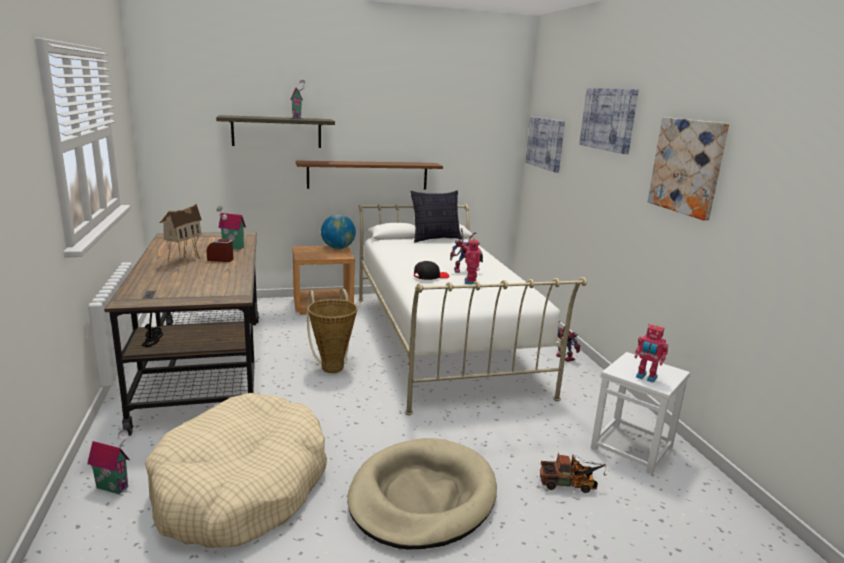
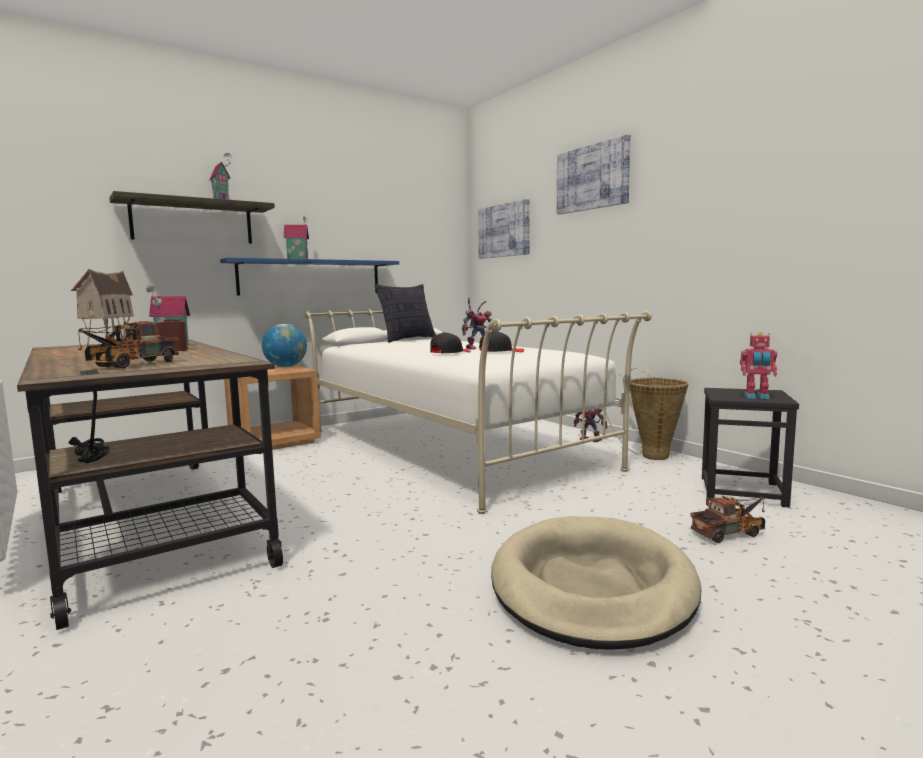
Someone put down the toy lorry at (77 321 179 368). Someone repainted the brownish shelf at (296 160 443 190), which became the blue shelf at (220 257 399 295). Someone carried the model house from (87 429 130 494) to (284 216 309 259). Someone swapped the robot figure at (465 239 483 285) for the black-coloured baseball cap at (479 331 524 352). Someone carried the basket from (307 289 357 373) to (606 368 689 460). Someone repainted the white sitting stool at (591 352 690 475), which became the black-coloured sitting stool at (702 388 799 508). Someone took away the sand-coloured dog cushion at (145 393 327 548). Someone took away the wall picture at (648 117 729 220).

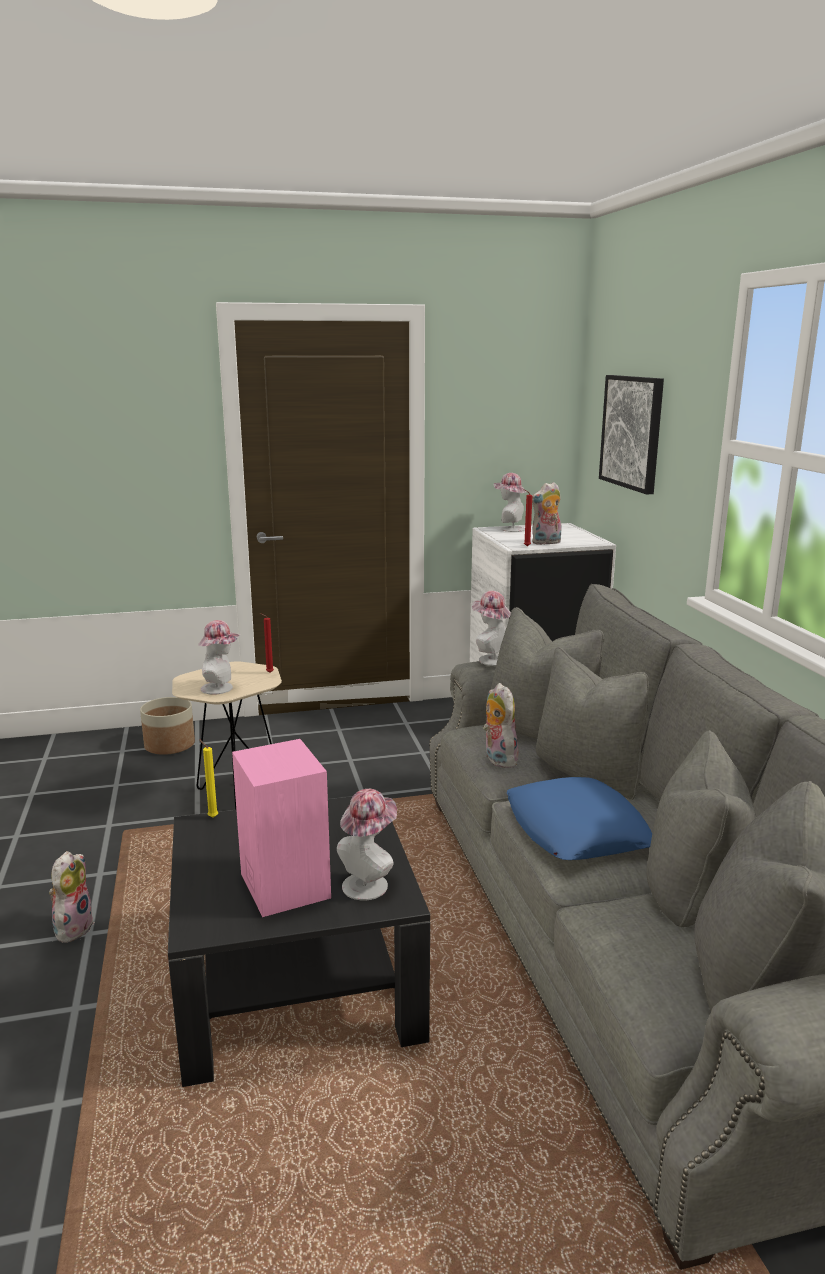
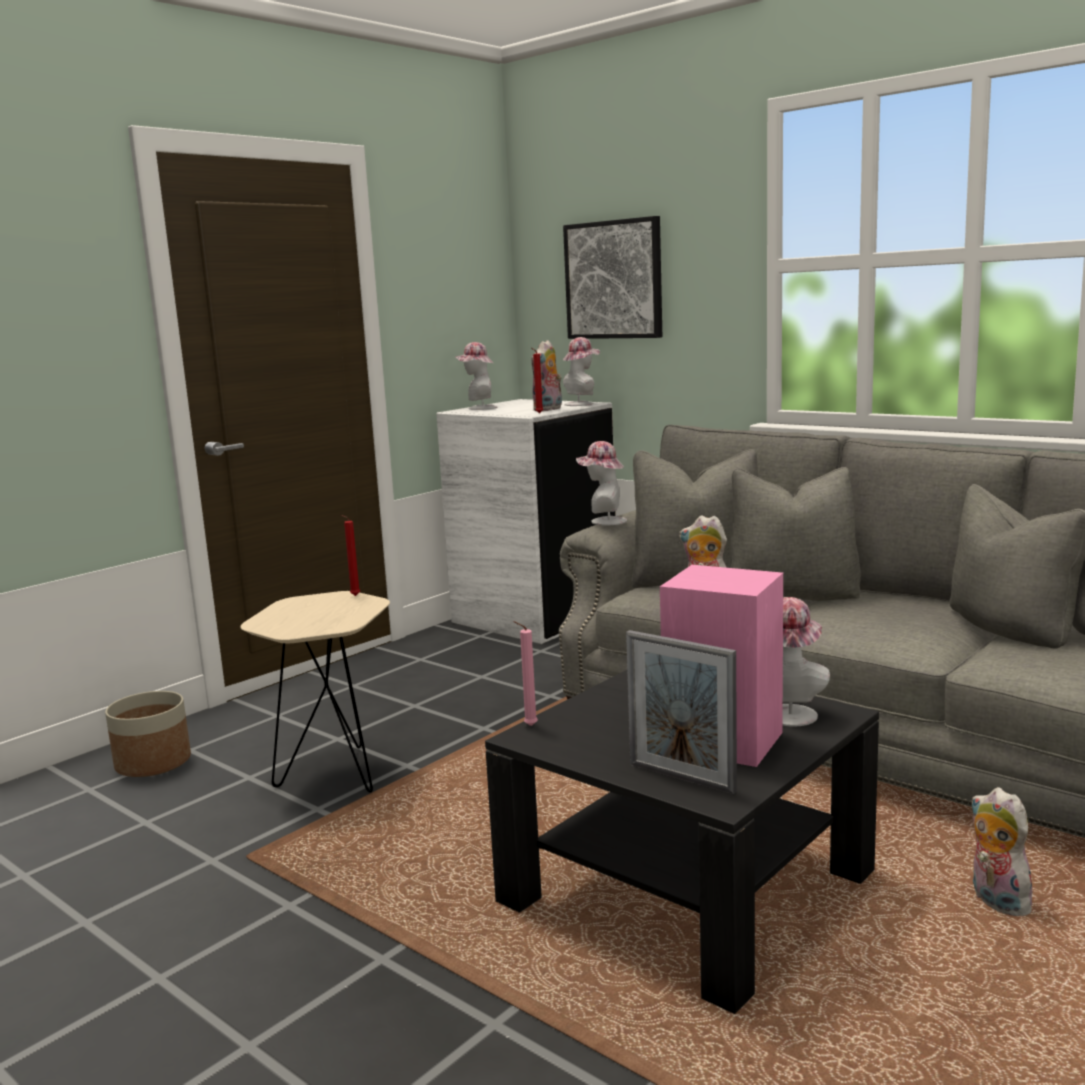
Someone repainted the yellowish wax light at (199 739 218 818), which became the pinkish wax light at (514 621 538 726). Someone carried the hat from (198 620 240 695) to (563 337 600 406). Someone put down the picture frame at (626 630 737 794). Someone carried the cuddly toy from (49 851 95 943) to (971 787 1038 916). Someone took away the blue throw pillow at (507 777 652 860).

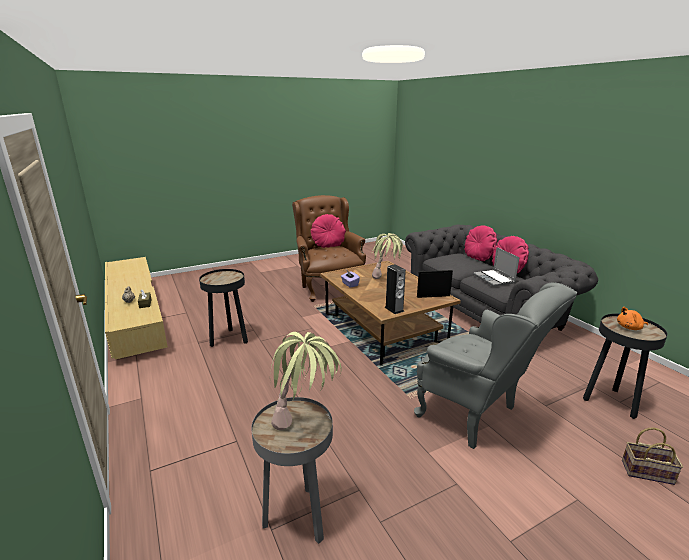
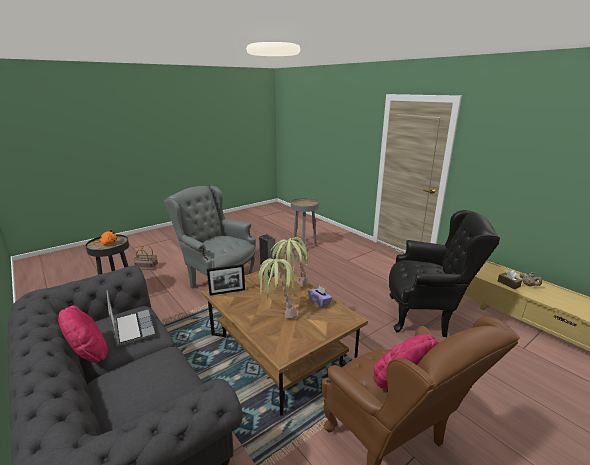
Someone carried the plant in a pot from (270 332 341 430) to (270 237 310 287). Someone swapped the black-coloured end table at (199 269 248 347) for the black-coloured armchair at (389 210 500 337). Someone took away the pinkish throw pillow at (464 225 497 261).

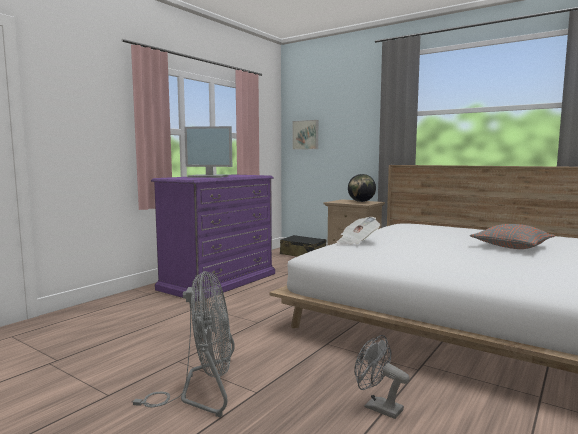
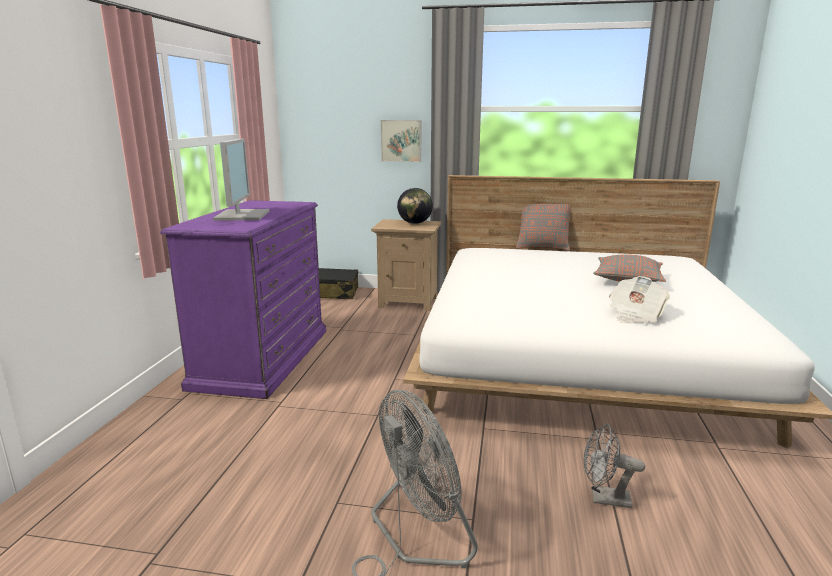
Someone rotated the computer screen at (184 126 232 178) by 75 degrees counterclockwise. Someone carried the wall picture from (292 120 318 150) to (381 120 421 162). Someone put down the grey throw pillow at (516 204 571 251). Someone carried the printed paper from (336 217 380 244) to (609 276 670 324).

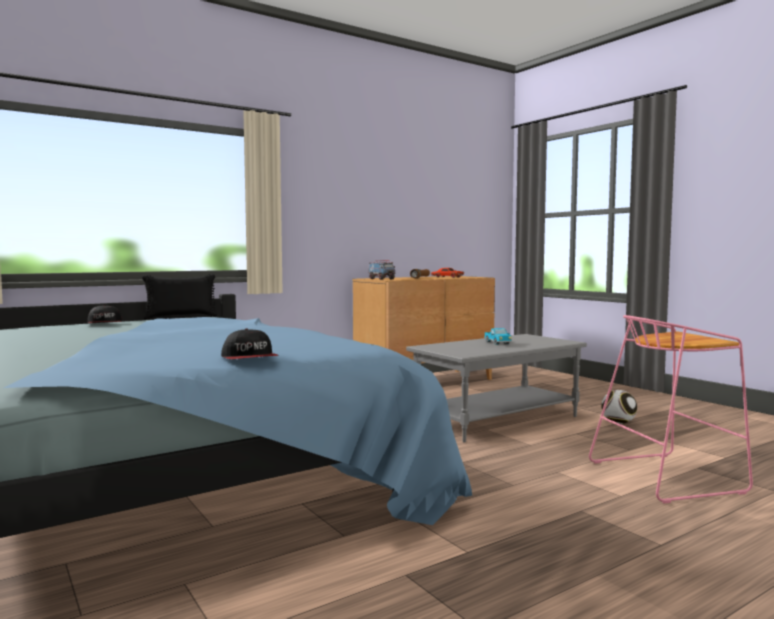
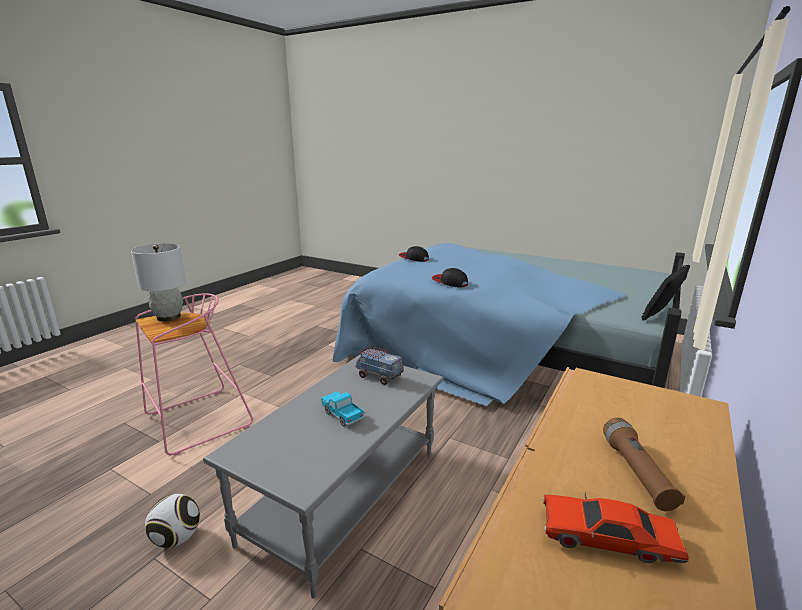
Someone put down the white table lamp at (131 244 186 322). Someone carried the toy lorry from (368 261 396 280) to (355 345 404 385). Someone carried the baseball cap from (87 305 122 323) to (432 268 468 288).

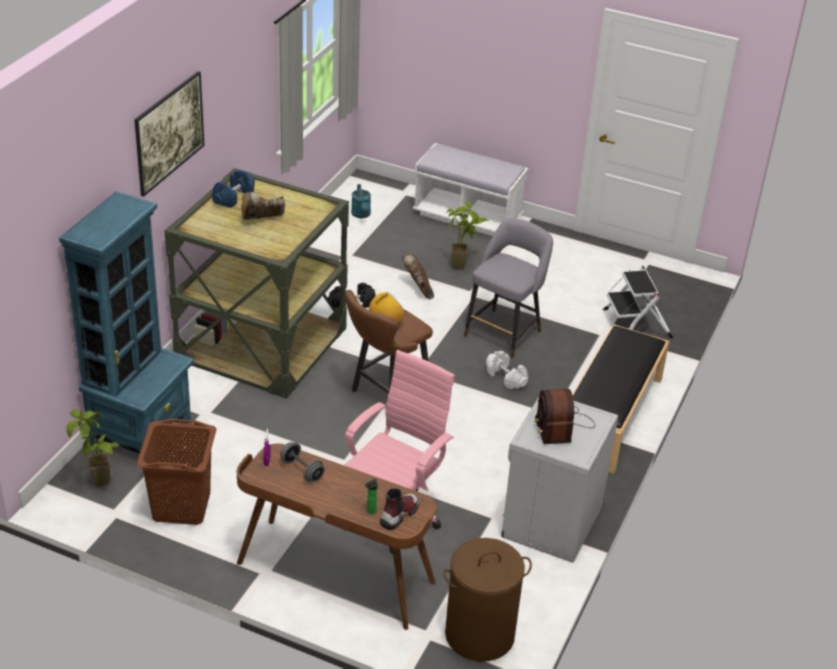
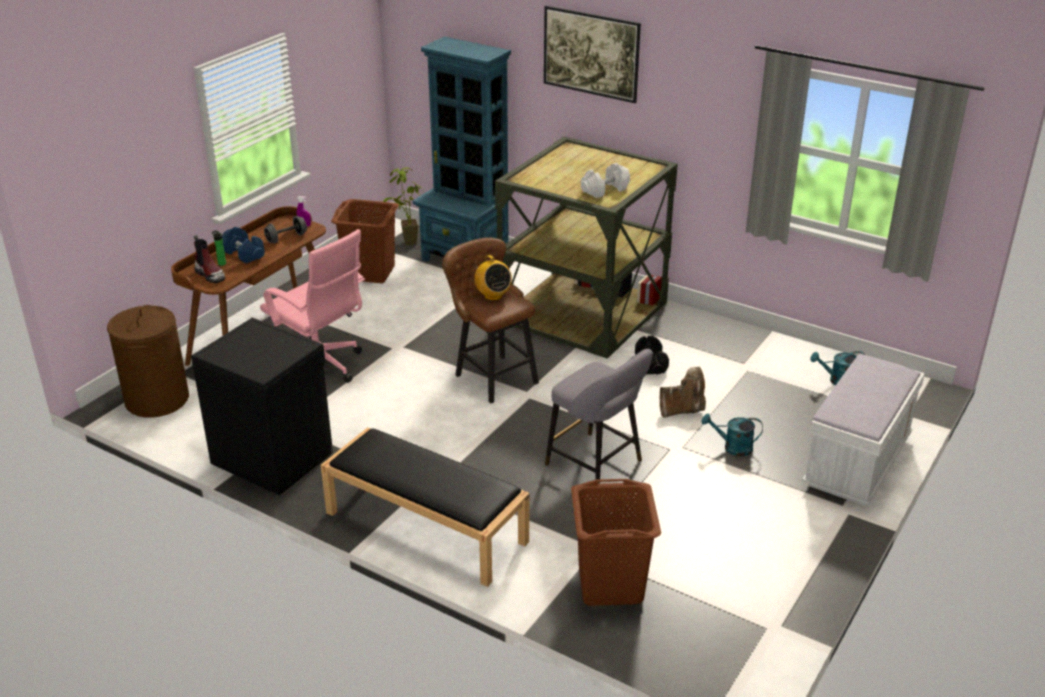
Someone repainted the white washing machine at (501 397 618 563), which became the black-coloured washing machine at (191 318 333 495). Someone carried the blue hand weight from (212 170 255 208) to (222 227 265 263). Someone swapped the stepladder at (603 266 674 339) for the brownish washing basket at (571 479 661 606). Someone carried the white hand weight from (486 351 528 389) to (581 163 630 198). Someone swapped the plant in a pot at (447 201 488 270) for the turquoise-coloured watering can at (702 414 763 456). Someone took away the brownish high-top boot at (241 192 285 220). Someone took away the radio at (535 389 595 444).

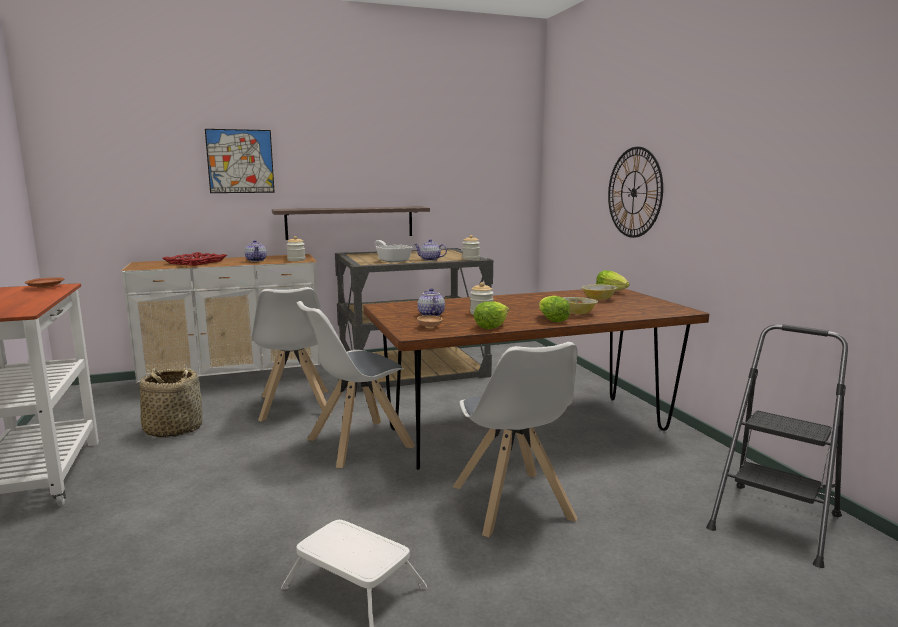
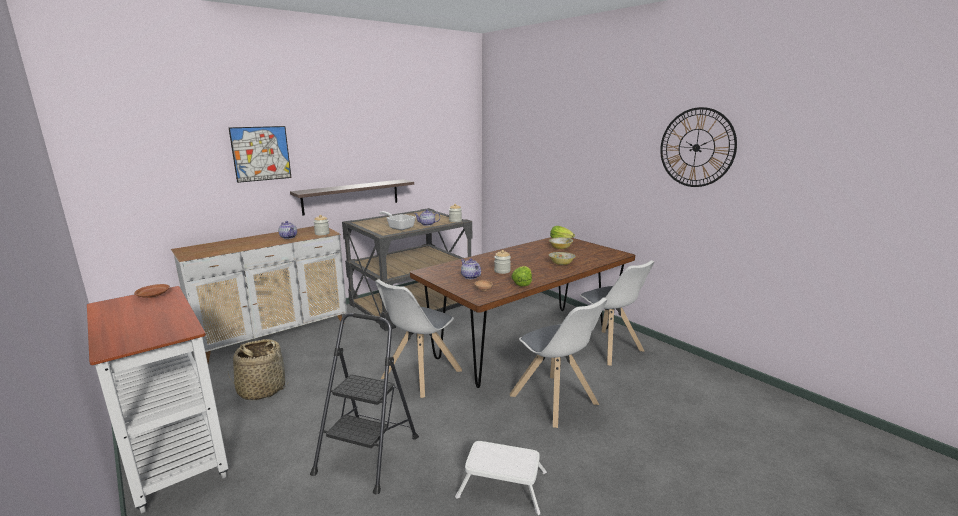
Someone carried the black-coloured stepladder from (706 324 848 568) to (310 313 419 495). Someone carried the upright chair from (251 287 332 422) to (579 260 654 366). Someone carried the clock on the wall from (608 147 663 238) to (660 107 737 187). Someone took away the red-coloured carrying tray at (162 252 227 266). Someone took away the lettuce head at (539 296 570 322).

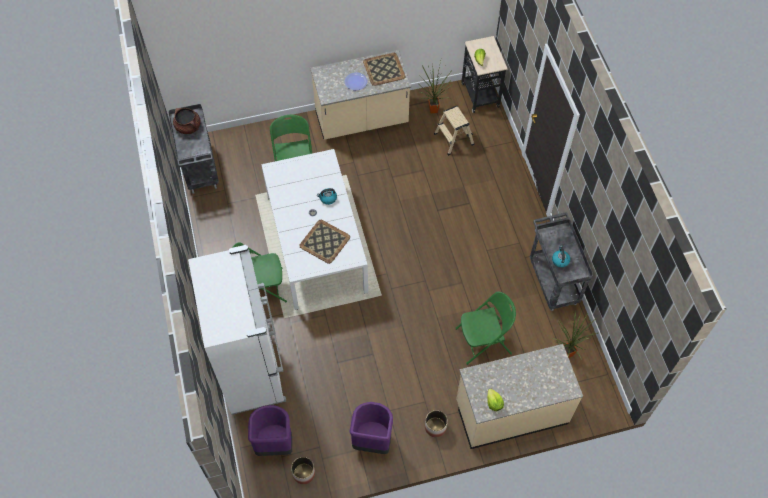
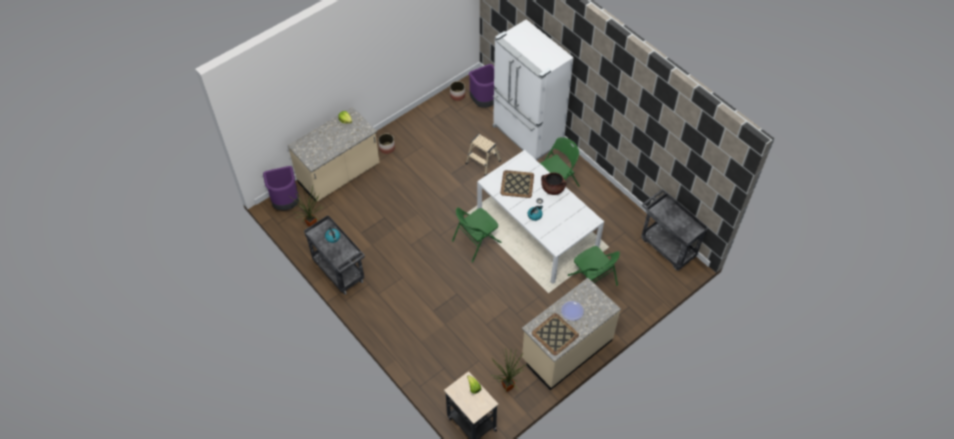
Someone carried the purplish trash can from (349 402 393 454) to (263 166 299 211). Someone carried the green-coloured upright chair from (455 291 516 365) to (452 207 502 263). Someone carried the sand-coloured stepladder from (434 106 475 156) to (465 134 501 176). Someone carried the brownish stockpot from (173 108 200 134) to (541 172 566 195).

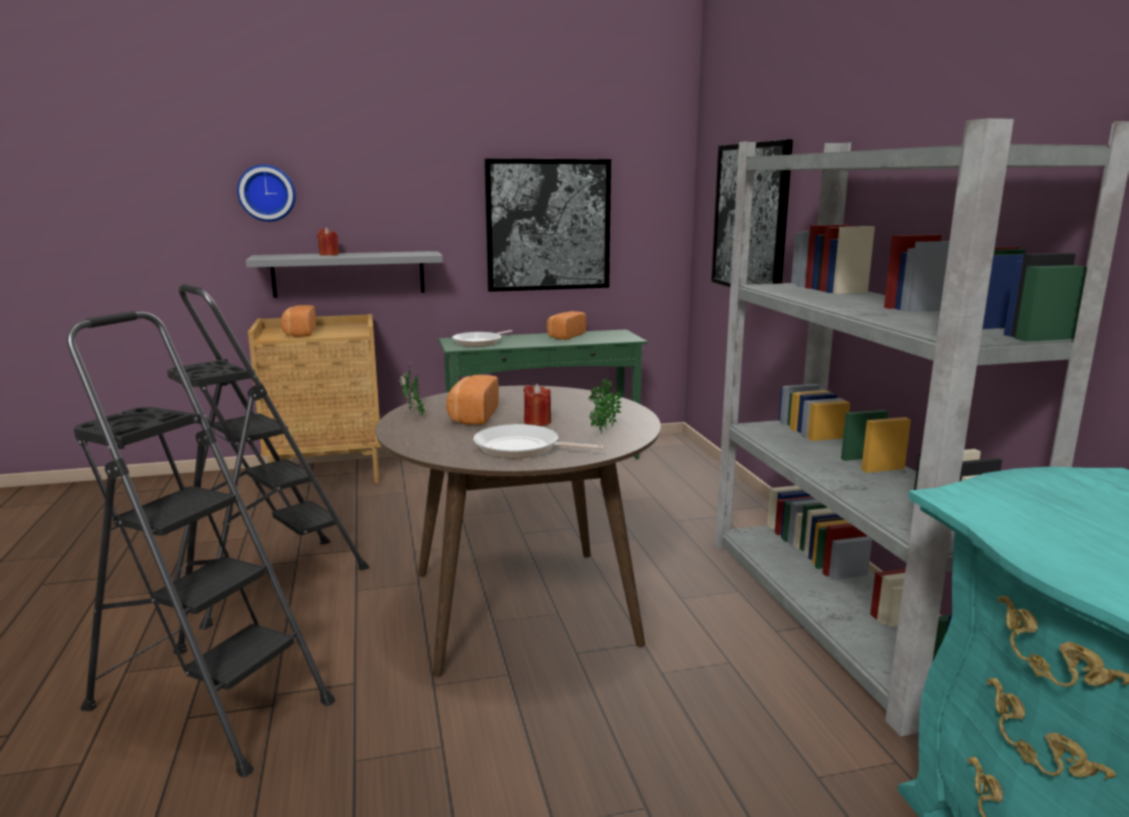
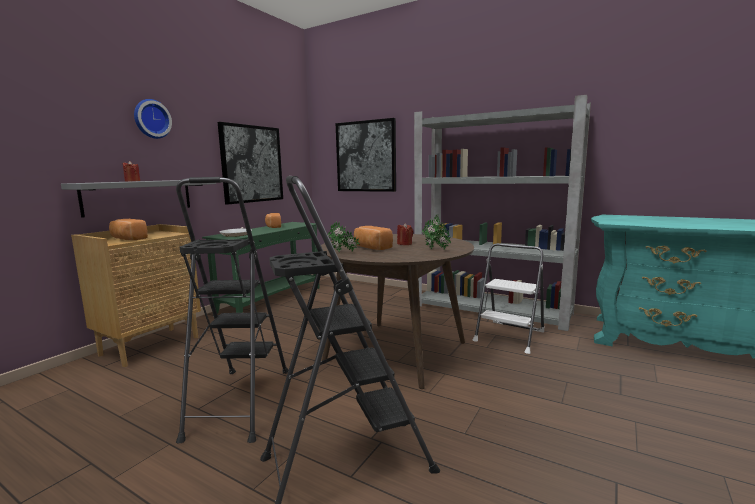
Someone carried the clock on the wall from (237 165 296 222) to (134 99 172 139). Someone swapped the pan at (473 424 604 458) for the plant in a pot at (422 219 451 250). Someone put down the white stepladder at (472 243 544 354).

